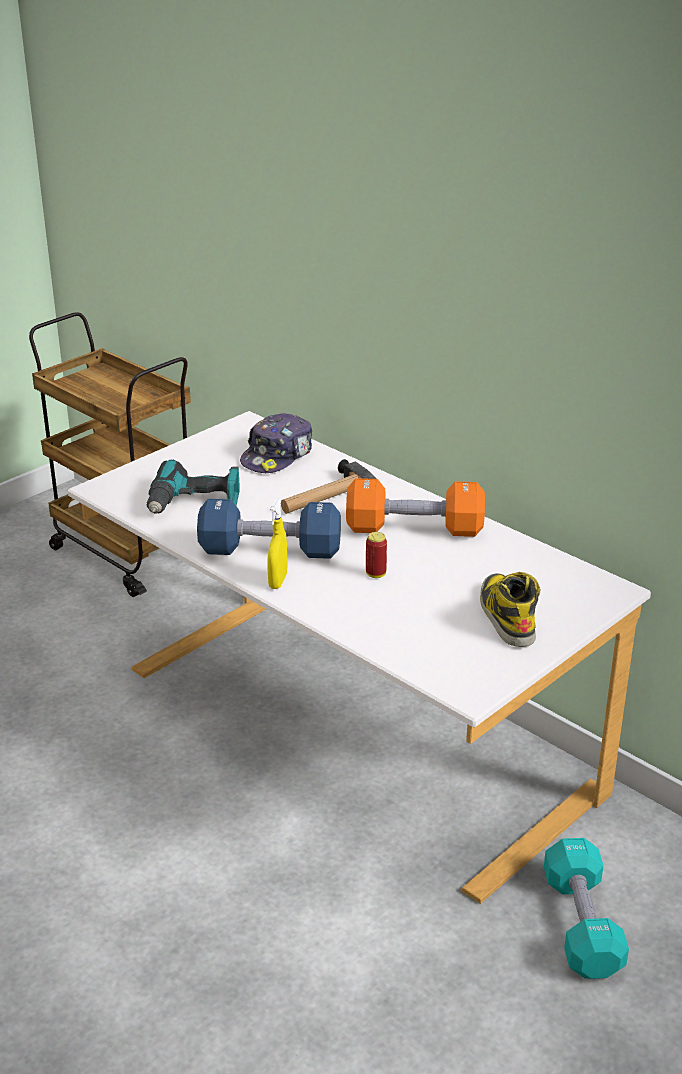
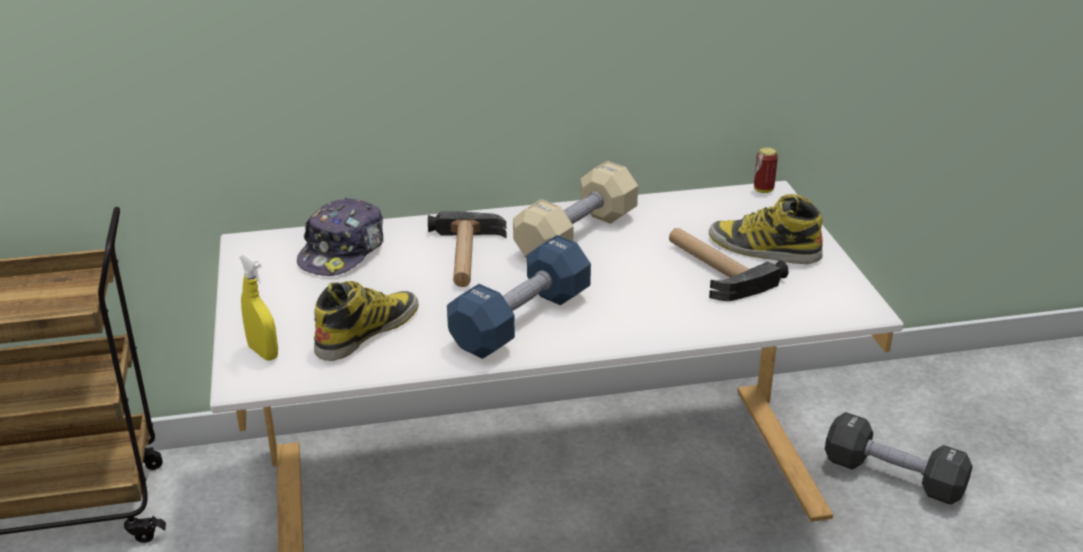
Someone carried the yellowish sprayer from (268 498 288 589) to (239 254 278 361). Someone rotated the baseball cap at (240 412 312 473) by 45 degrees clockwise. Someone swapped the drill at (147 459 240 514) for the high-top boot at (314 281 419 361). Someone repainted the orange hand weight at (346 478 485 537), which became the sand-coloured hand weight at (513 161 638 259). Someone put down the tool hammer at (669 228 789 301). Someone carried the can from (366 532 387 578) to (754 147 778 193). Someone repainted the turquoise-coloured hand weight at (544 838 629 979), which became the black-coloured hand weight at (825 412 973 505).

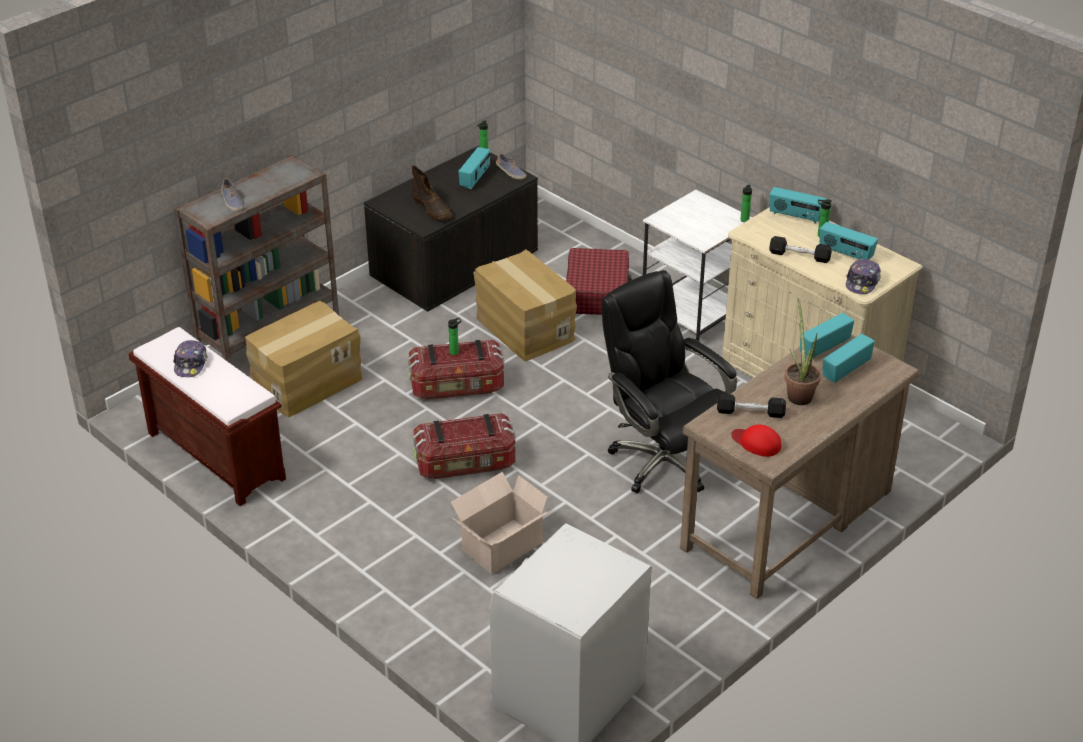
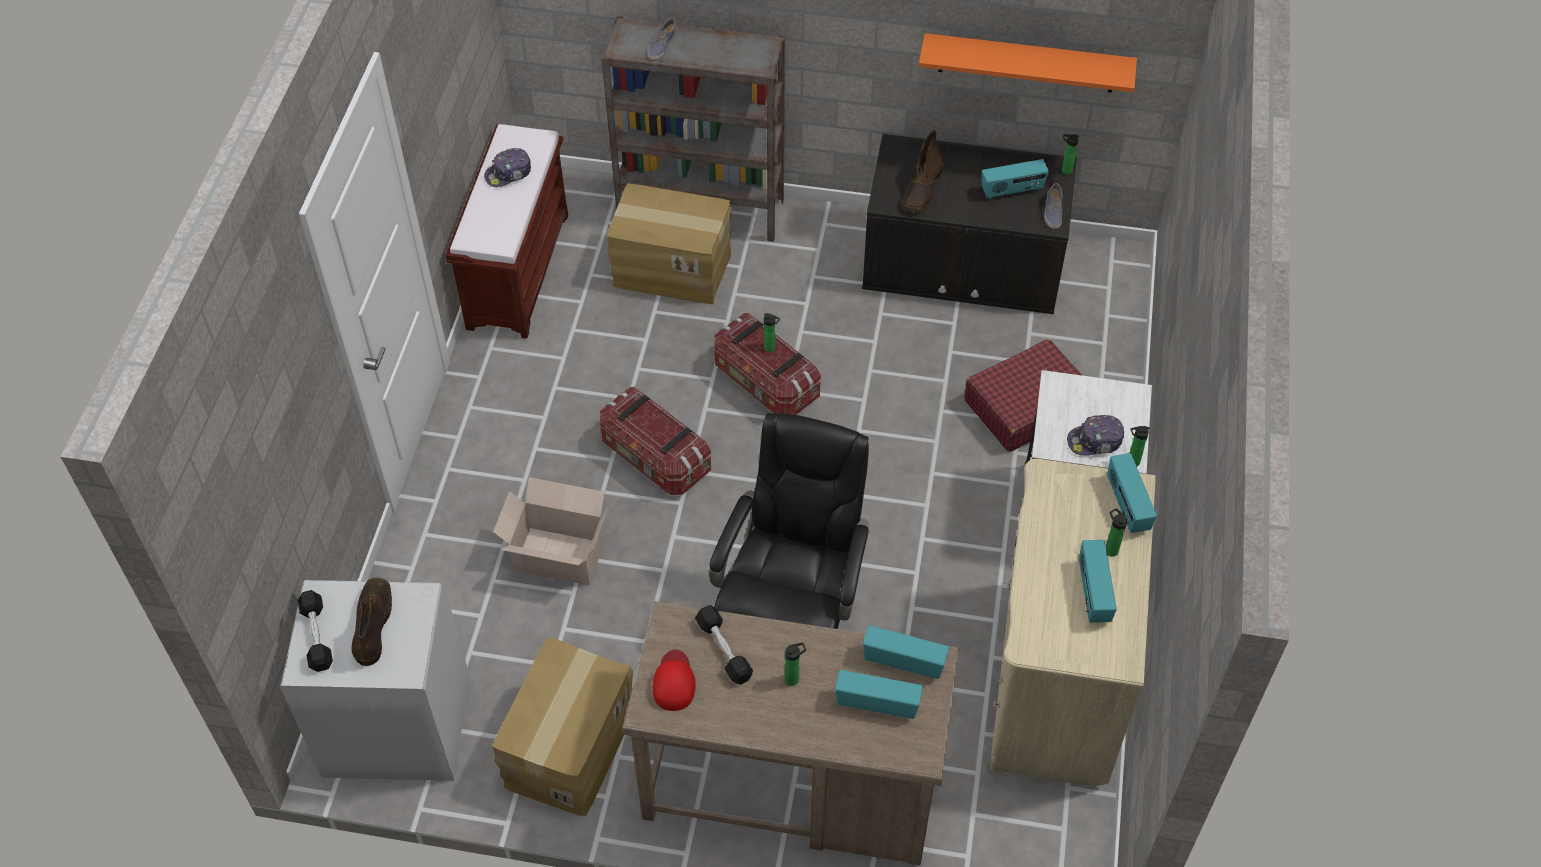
Someone carried the black-coloured hand weight from (769 236 832 263) to (298 590 333 672). Someone put down the brownish high-top boot at (351 578 392 666). Someone carried the packing box from (474 249 577 361) to (492 637 633 816). Someone swapped the plant in a pot at (785 298 821 405) for the bottle at (785 642 806 686). Someone put up the orange shelf at (919 33 1137 93). Someone carried the baseball cap from (846 259 881 294) to (1067 415 1124 456).

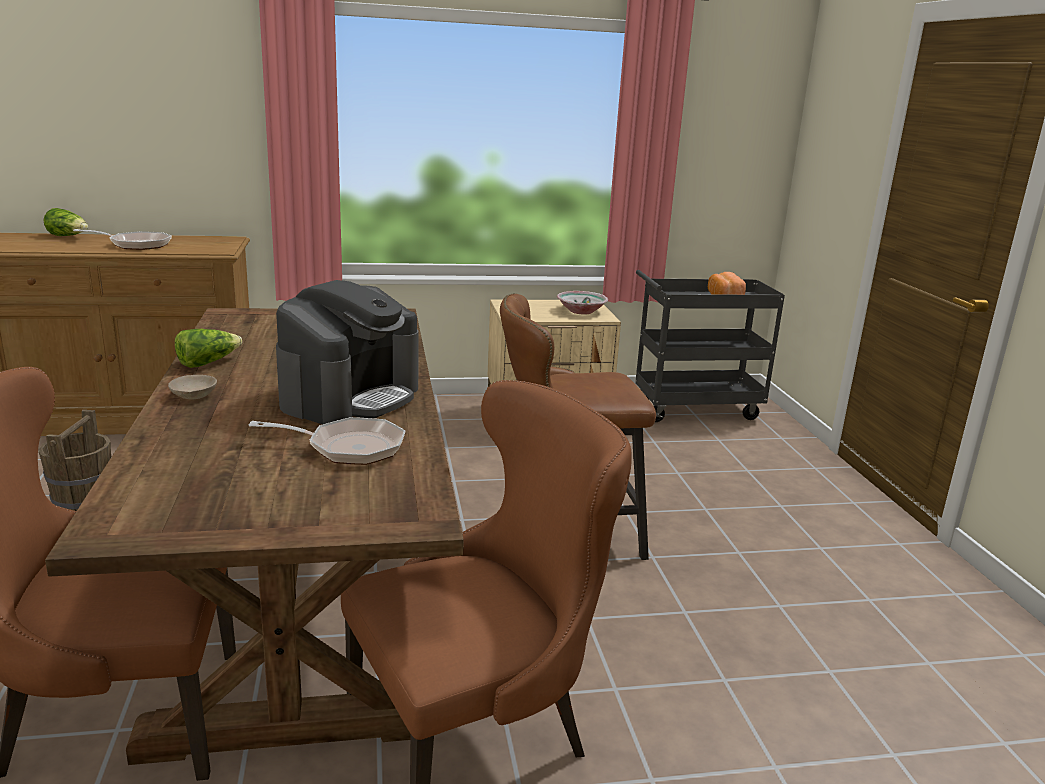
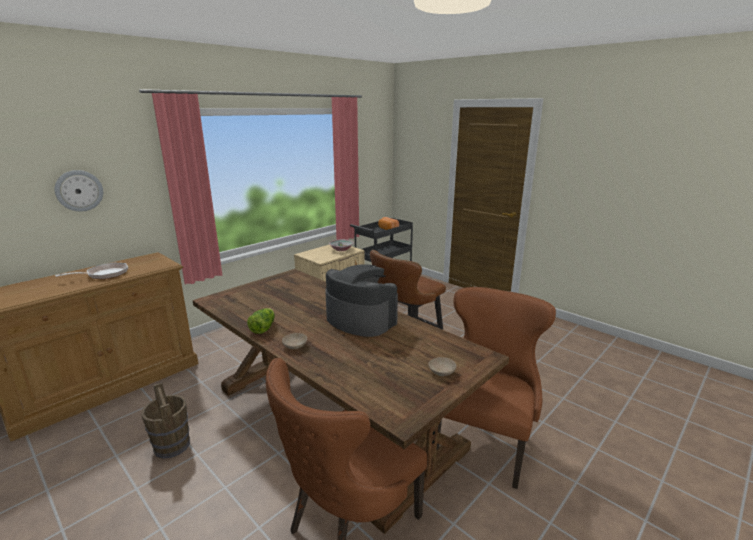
Someone put up the clock on the wall at (55 170 103 212). Someone rotated the coffee brewer at (276 280 419 424) by 45 degrees counterclockwise. Someone put down the sand-coloured serving bowl at (429 357 456 376). Someone took away the lettuce head at (43 208 88 236). Someone took away the pan at (248 417 405 465).

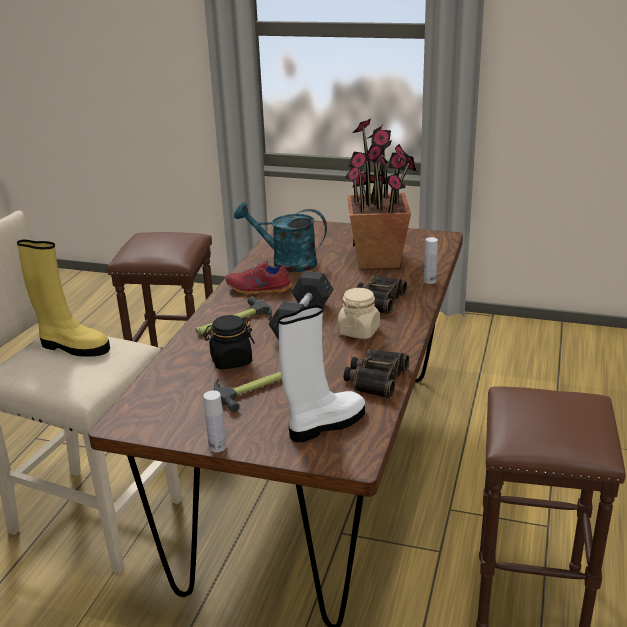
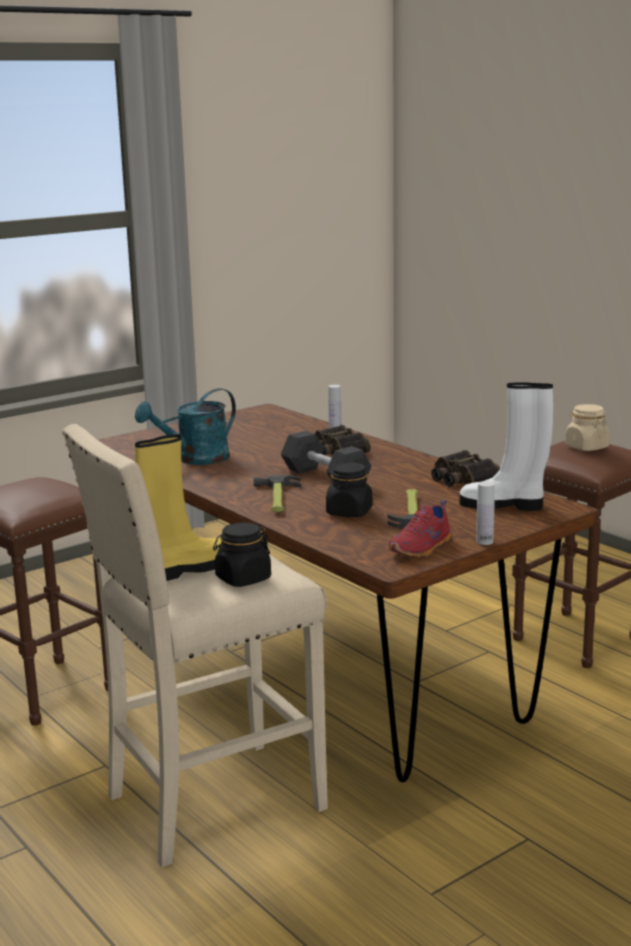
Someone put down the black-coloured storage jar at (213 522 271 587). Someone carried the red-coloured item of footwear from (225 260 292 295) to (389 500 451 557). Someone rotated the white high-top boot at (278 305 365 443) by 75 degrees counterclockwise. Someone carried the sand-coloured storage jar from (338 288 380 339) to (565 404 610 451). Someone took away the plant in a pot at (345 118 417 269).

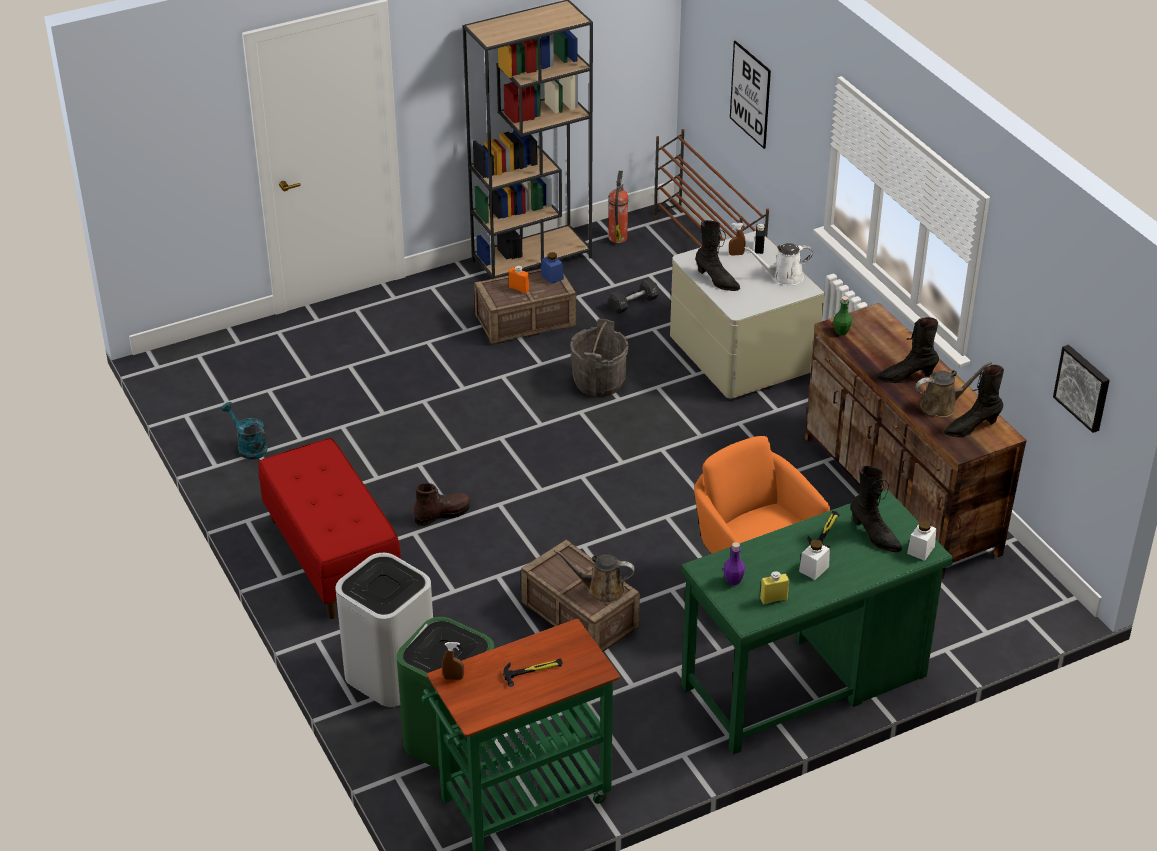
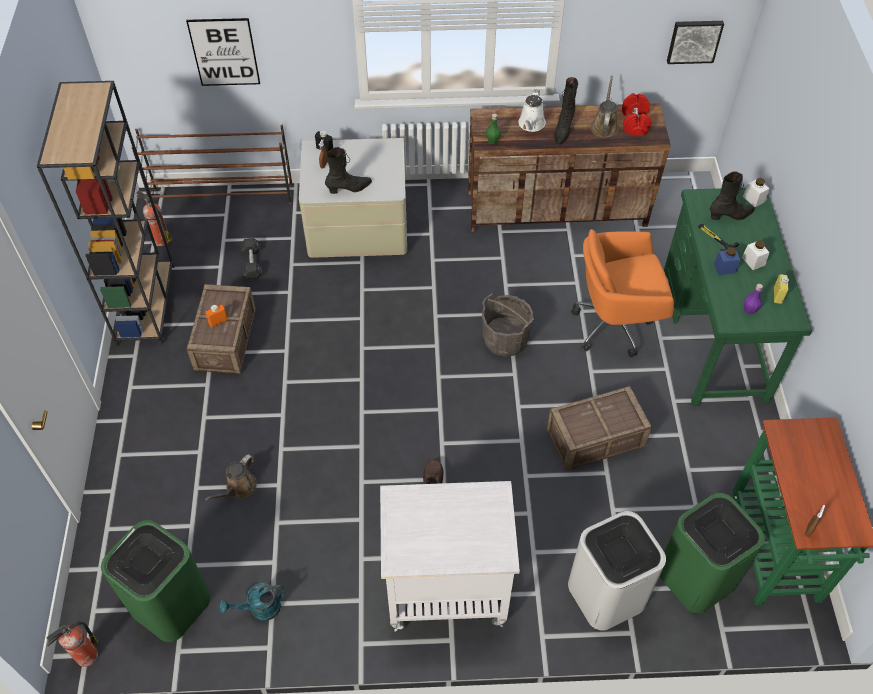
Someone put down the fire extinguisher at (46 622 98 667). Someone put down the green-coloured trash can at (101 520 211 642). Someone carried the brownish watering can from (554 549 635 603) to (205 454 257 501). Someone swapped the red-coloured long seat at (258 438 401 619) for the white cart at (380 481 520 632). Someone carried the grey bucket from (570 319 629 397) to (482 293 534 357). Someone carried the white watering can from (745 243 813 286) to (518 89 546 132). Someone swapped the black-coloured high-top boot at (943 365 1004 437) for the red-coloured hand weight at (622 93 651 136). Someone carried the blue storage jar from (541 252 564 284) to (714 247 740 275). Someone took away the tool hammer at (503 658 563 687).

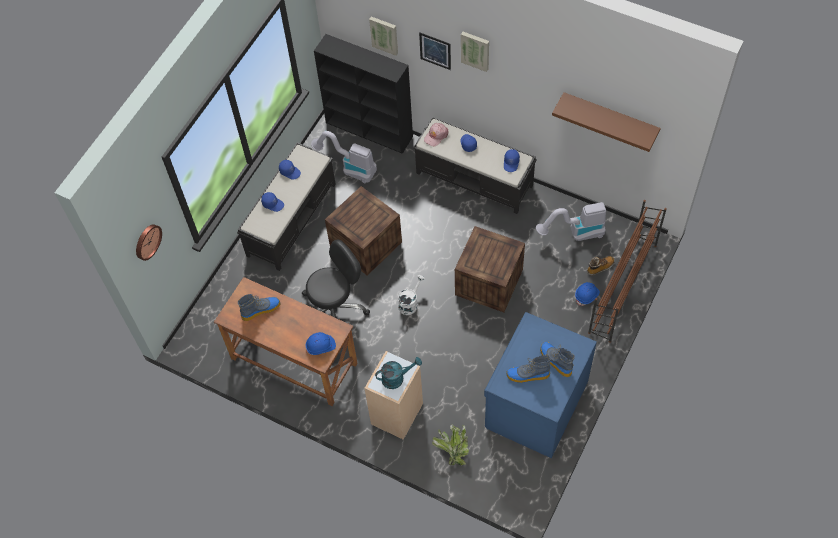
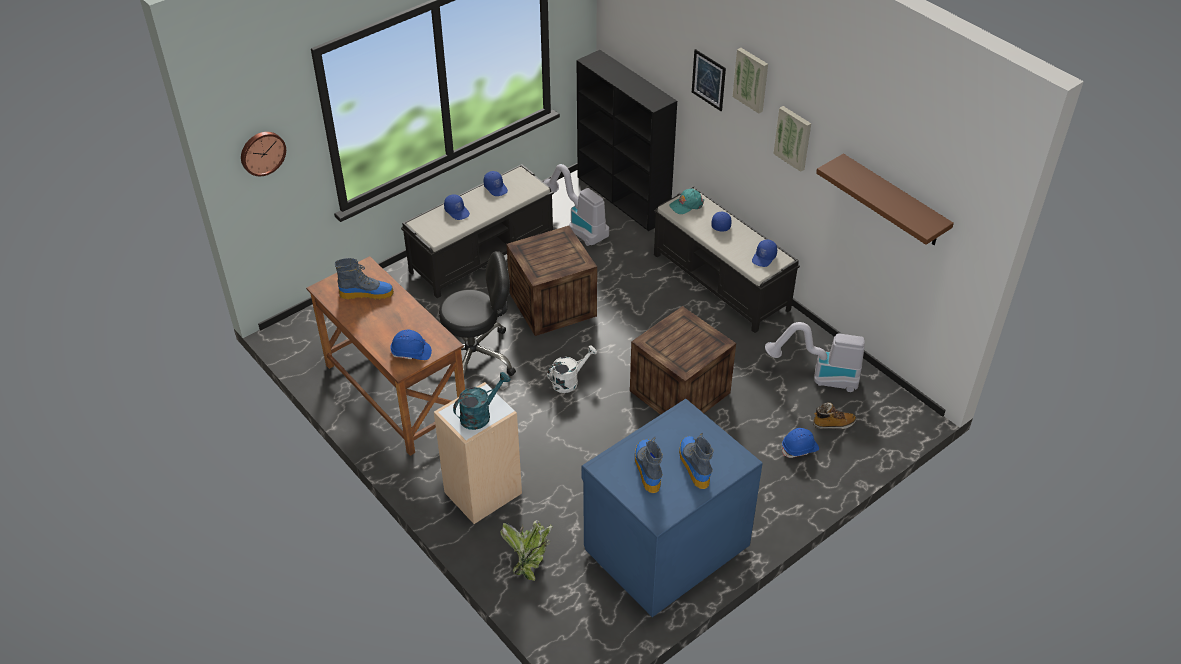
Someone rotated the turquoise-coloured watering can at (375 357 422 389) by 45 degrees counterclockwise. Someone rotated the high-top boot at (506 354 551 383) by 60 degrees clockwise. Someone repainted the pinkish baseball cap at (424 123 449 146), which became the turquoise-coloured baseball cap at (670 189 704 214). Someone carried the wall picture from (369 17 398 56) to (773 106 811 172). Someone took away the brownish shoe rack at (588 200 667 343).

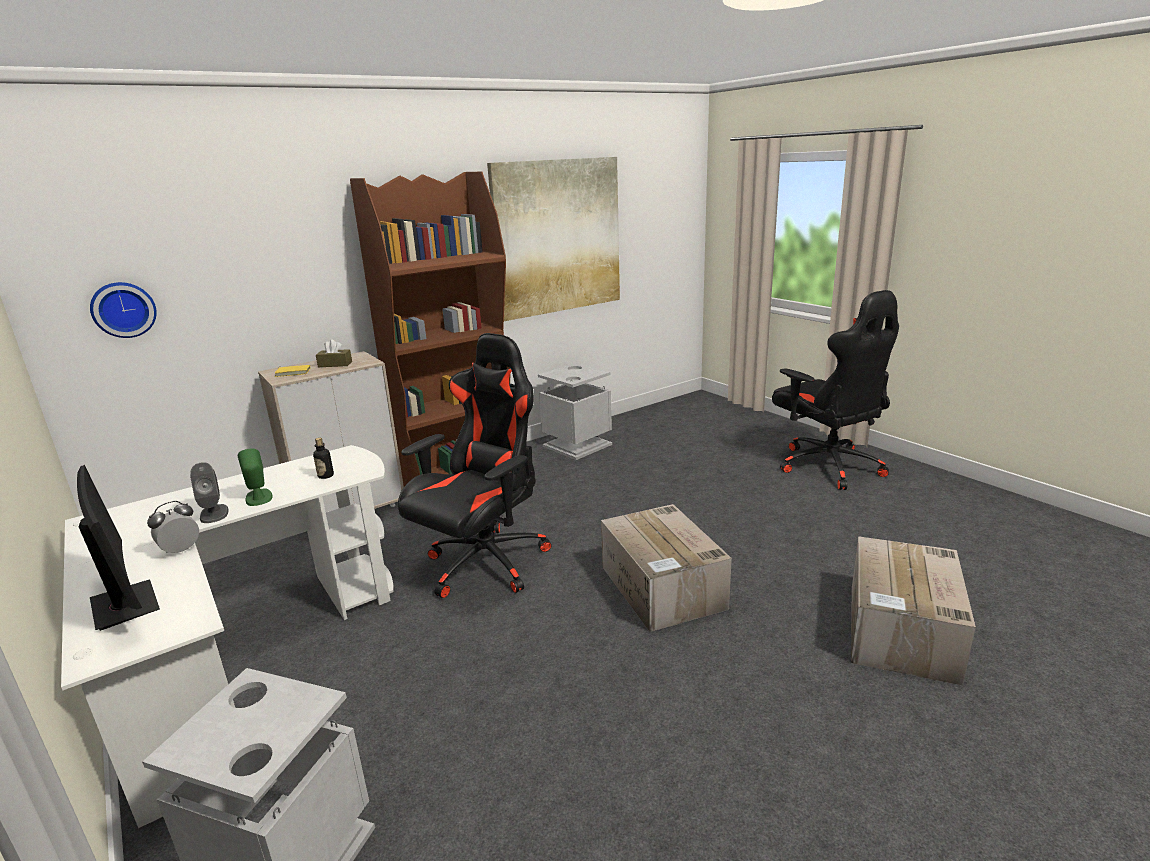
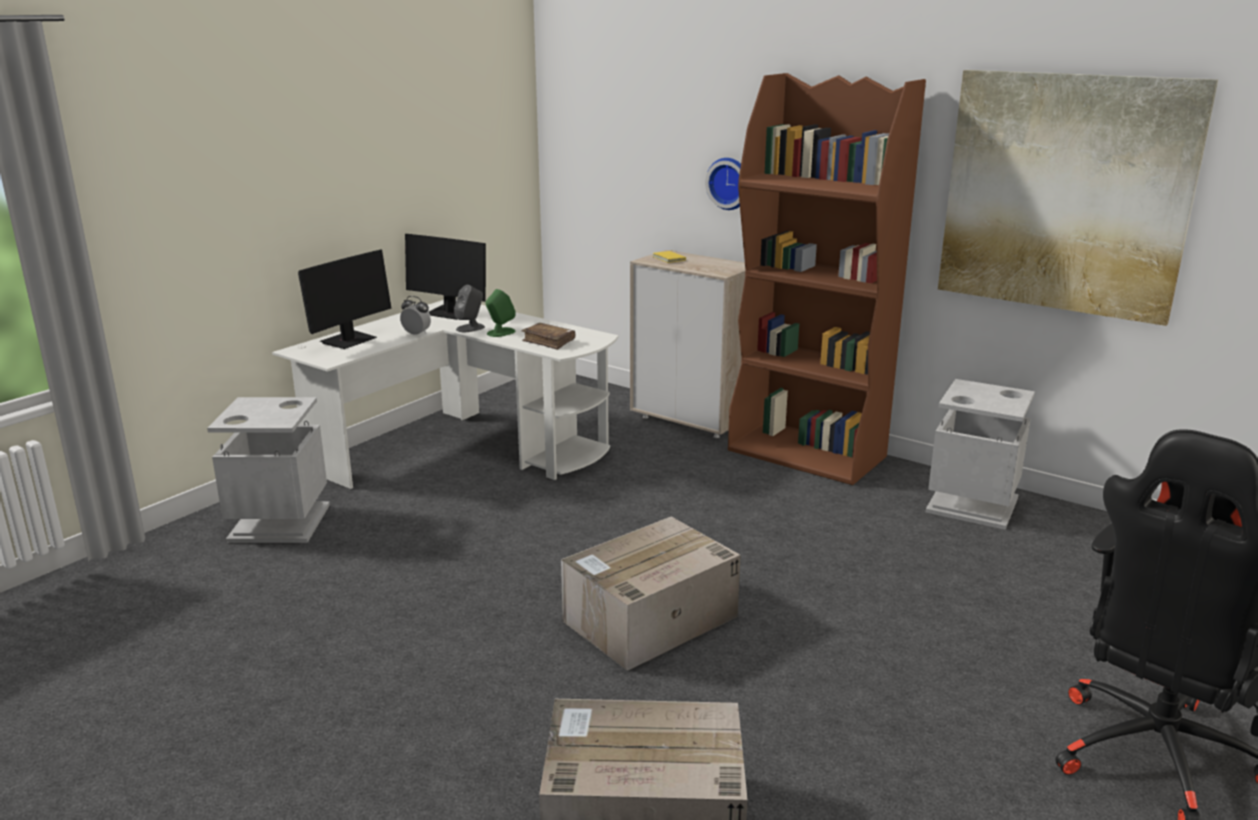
Someone put down the computer screen at (405 234 486 320). Someone swapped the bottle at (313 438 334 479) for the brownish volume at (522 323 575 350). Someone carried the clock on the wall from (90 282 157 338) to (705 158 741 210). Someone took away the brownish box of tissues at (316 339 352 367). Someone took away the black-coloured desk chair at (398 333 551 598).

